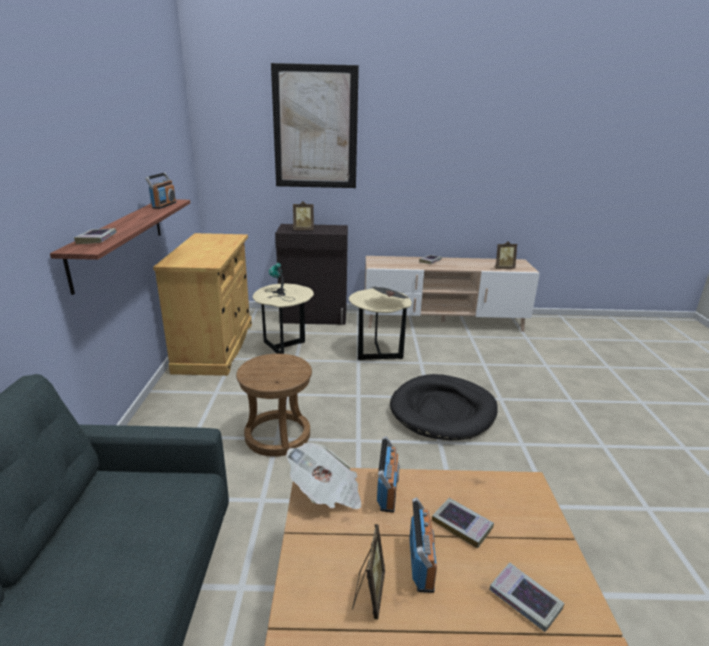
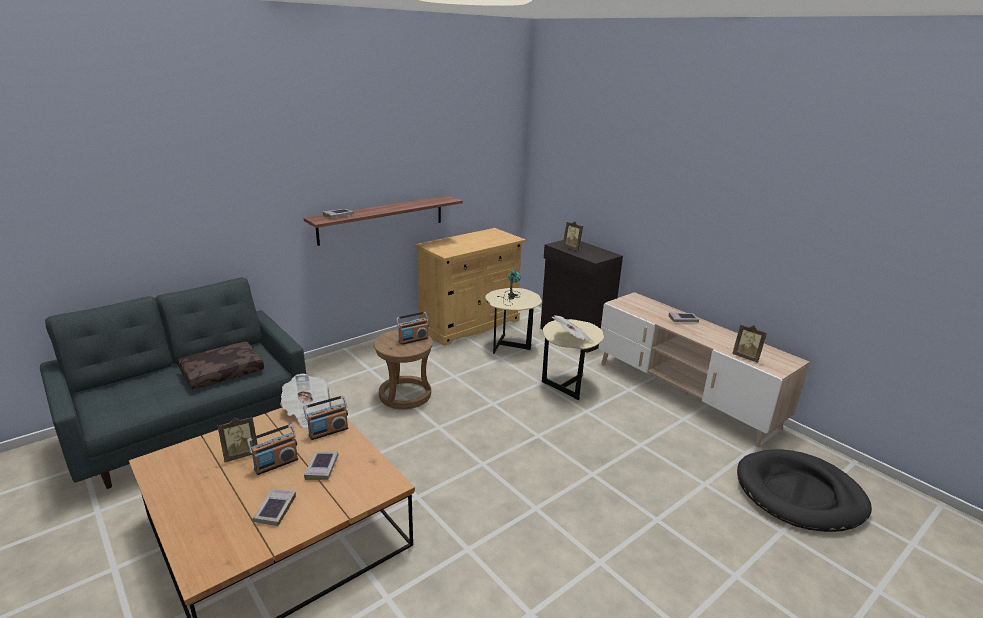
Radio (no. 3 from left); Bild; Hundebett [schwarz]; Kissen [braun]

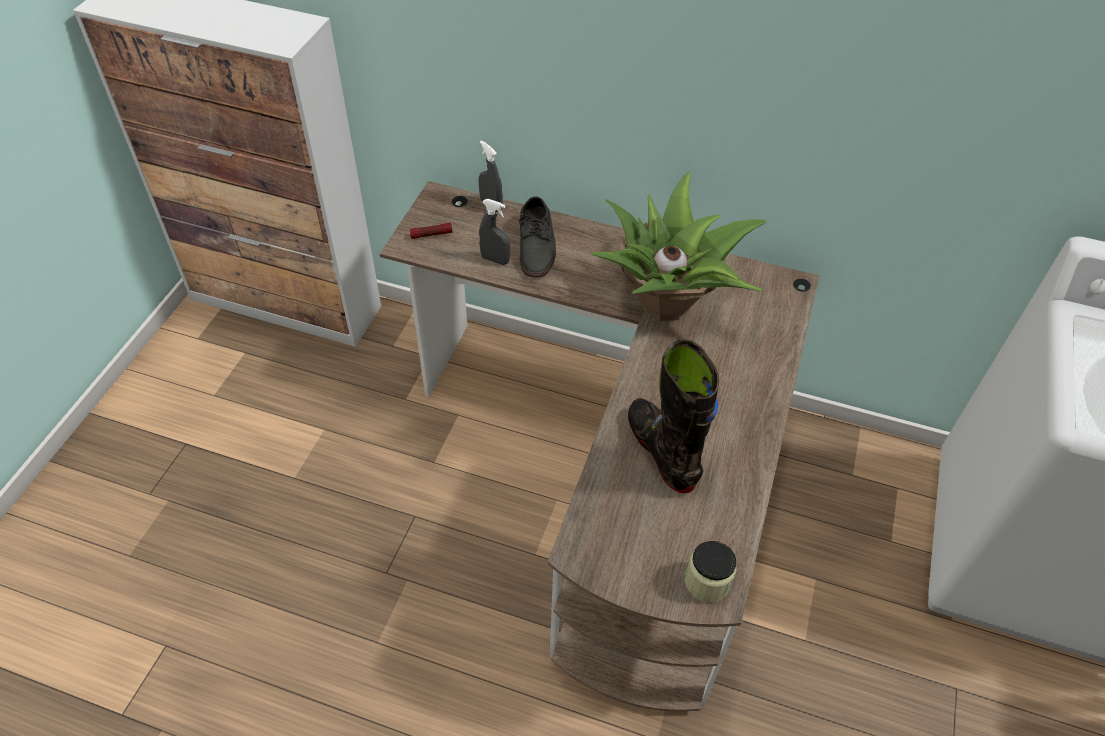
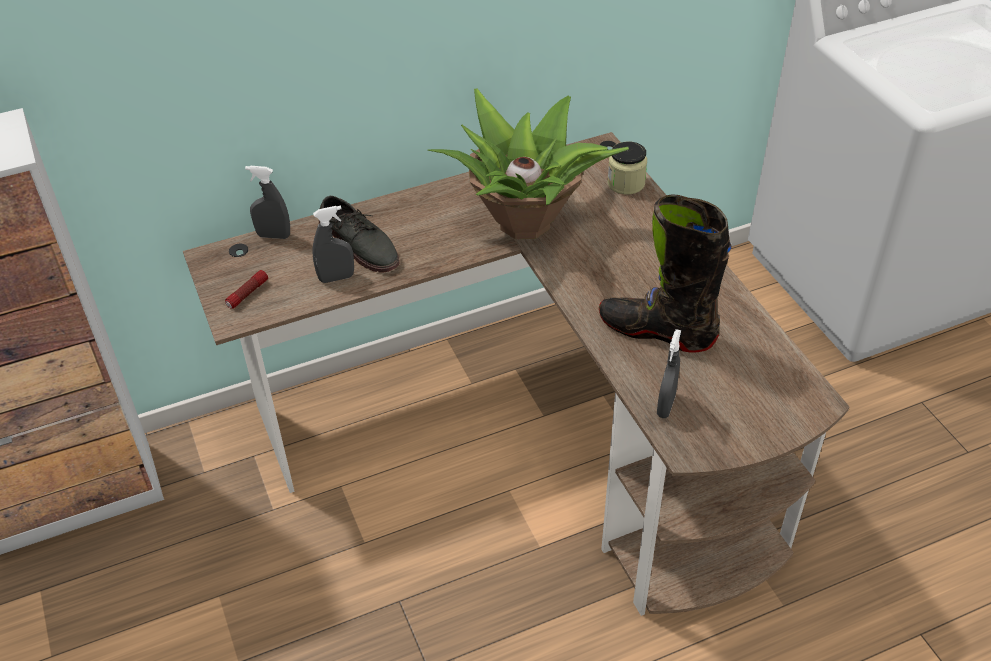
Vorratsglas; Sprühflasche [grau] (no. 3 from left)

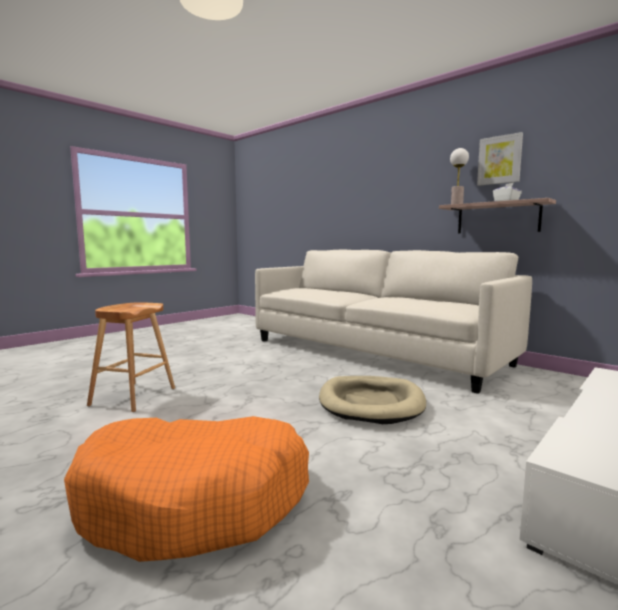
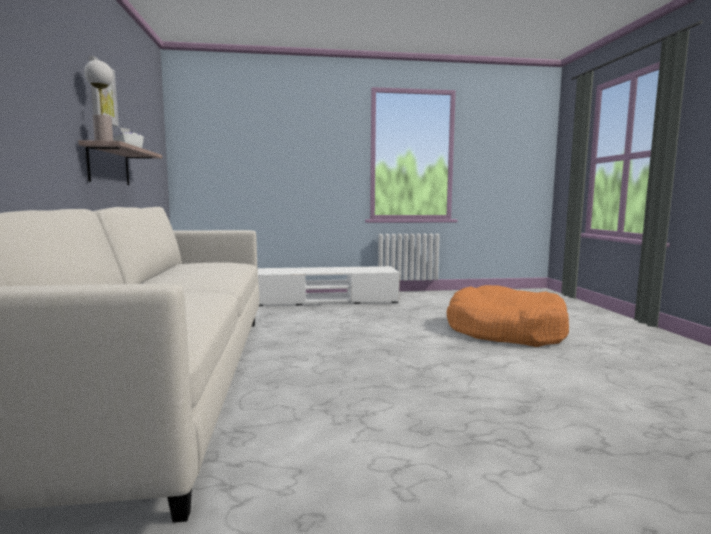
Hocker [braun]; Hundebett [beige]

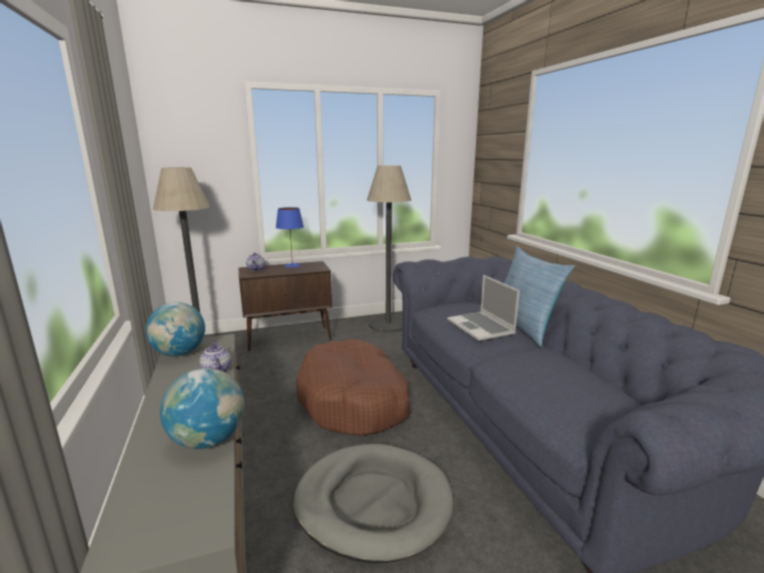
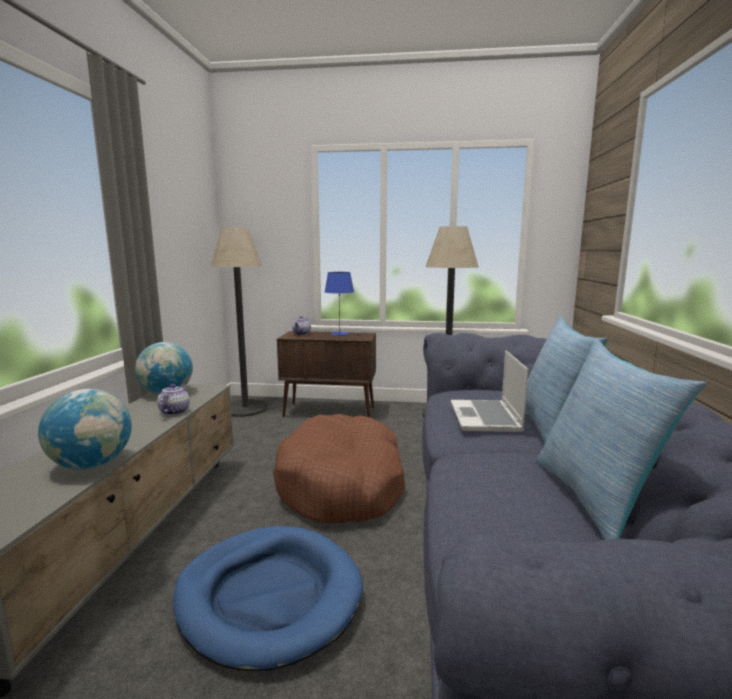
Hundebett [blau]; Kissen (no. 2 from left)

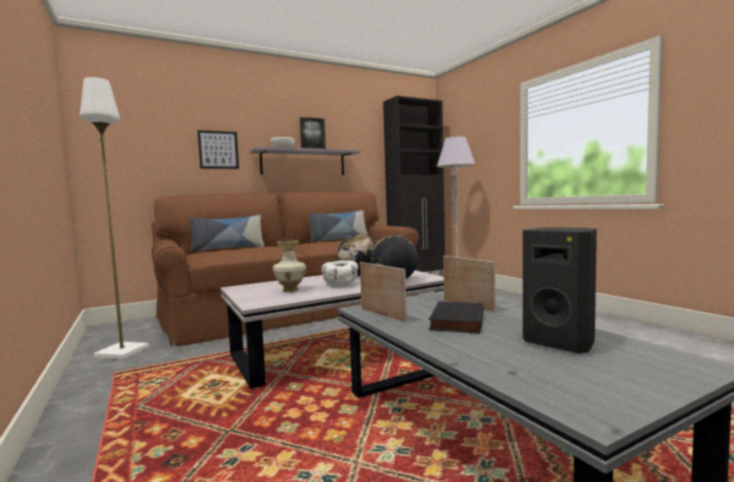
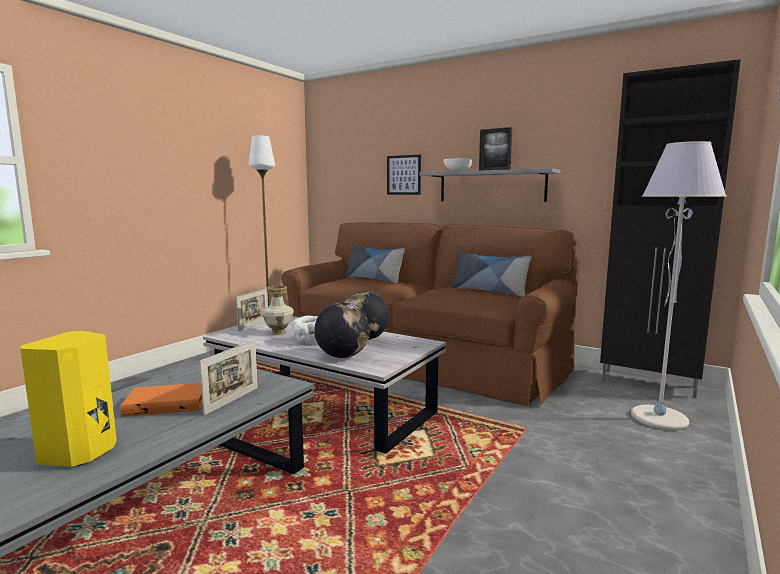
Bilderrahmen (no. 2 from left); Buch [orange]; Lautsprecher [gelb]

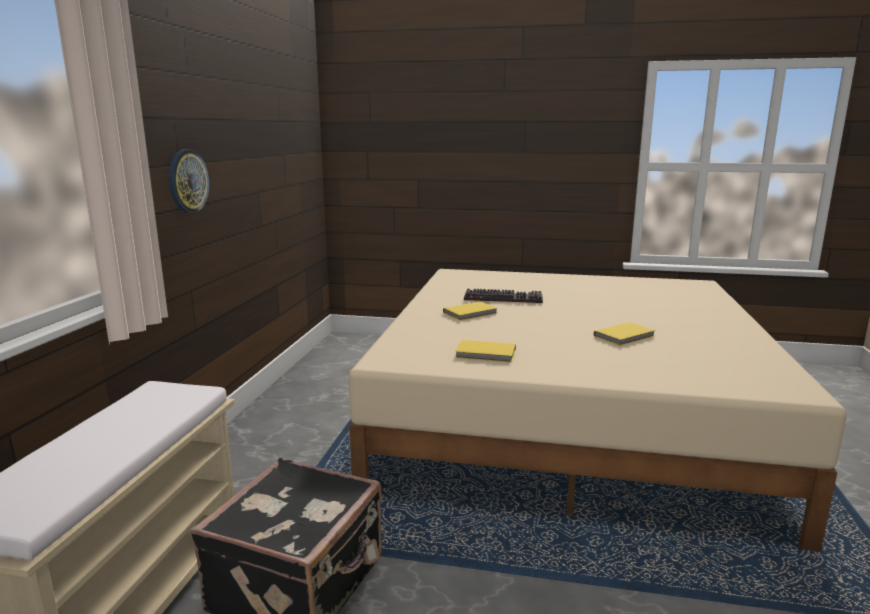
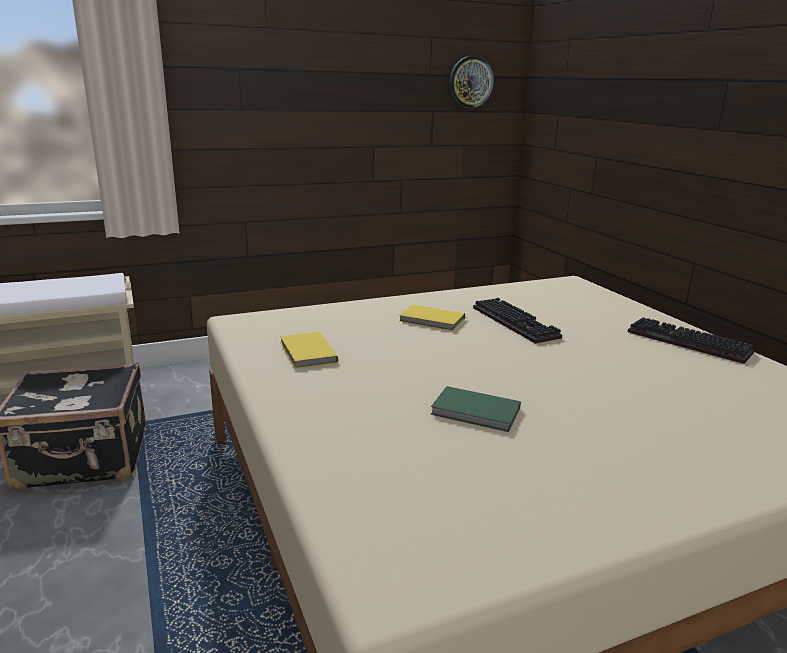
Wanduhr; Buch [grün]; Tastatur (no. 2 from left)

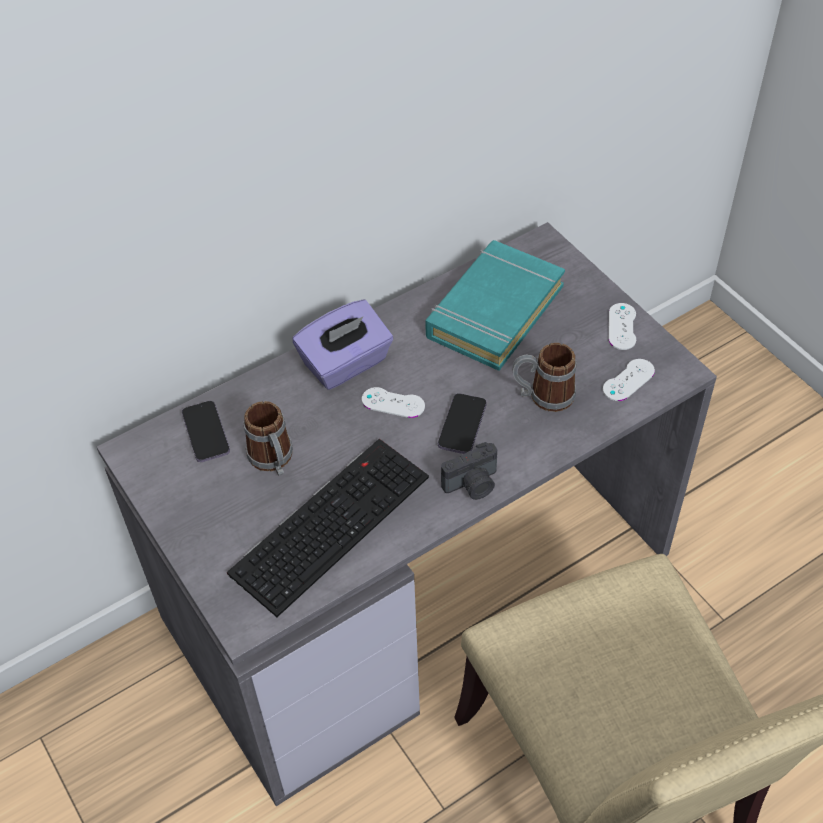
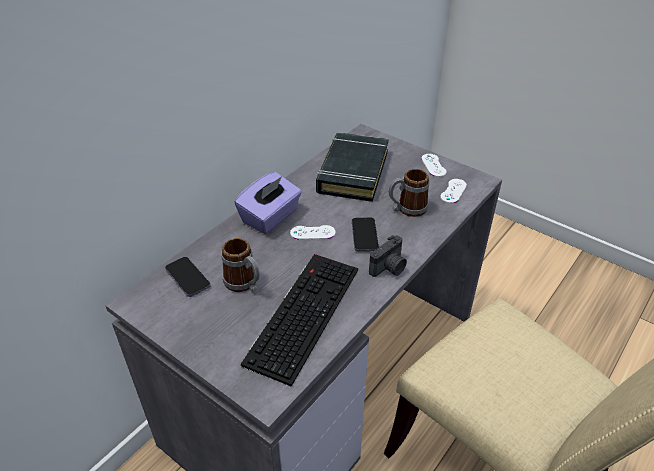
Buch [schwarz]

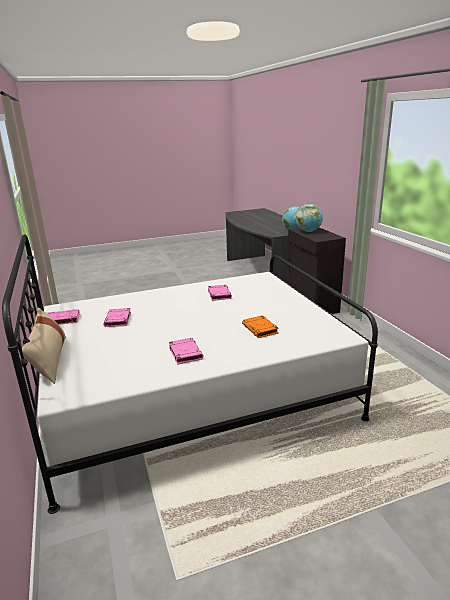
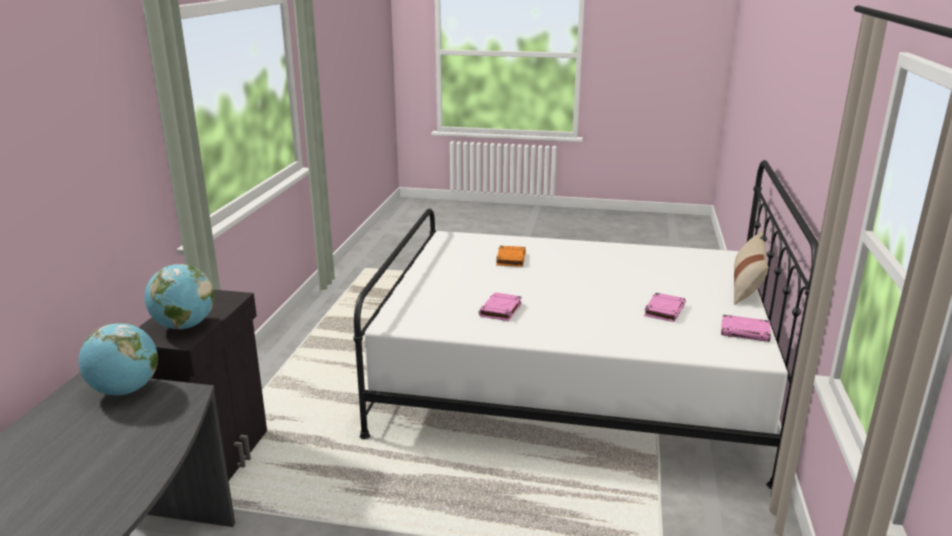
Buch [rosa] (no. 3 from left in the first image)

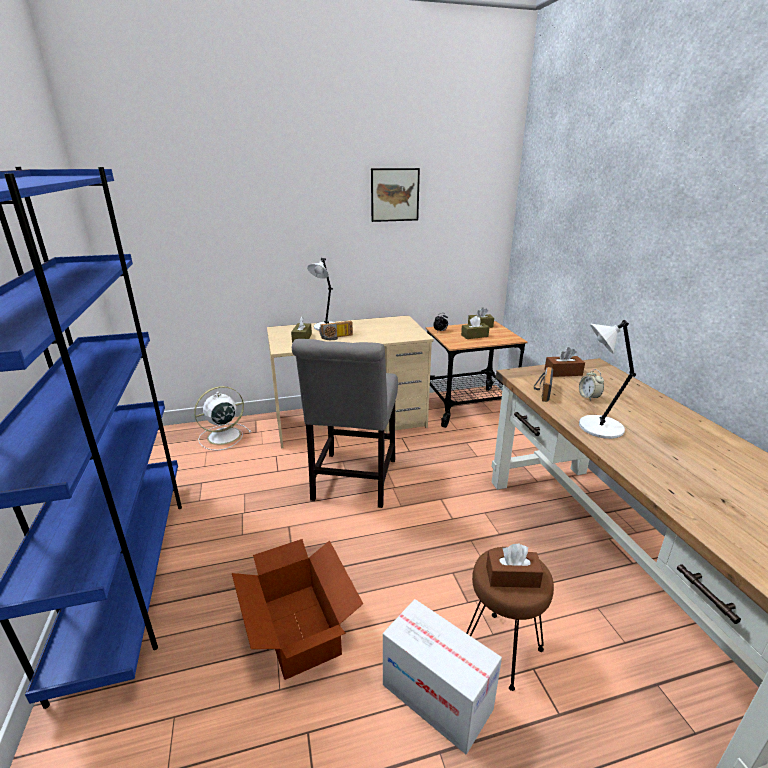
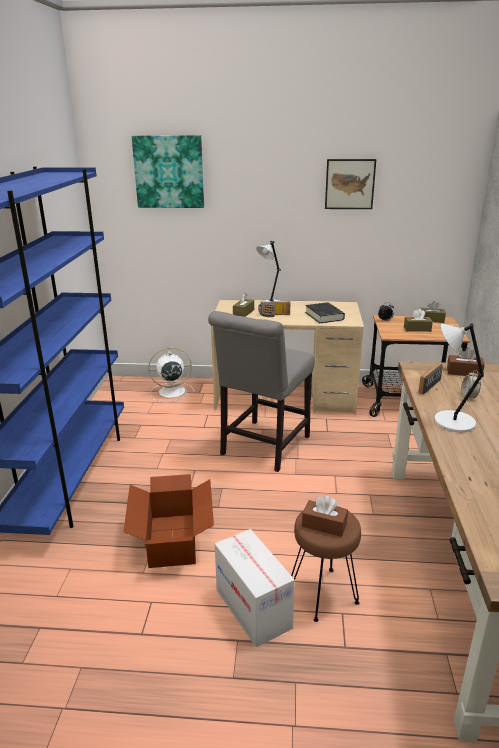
Bild (no. 1 from left); Buch [schwarz]

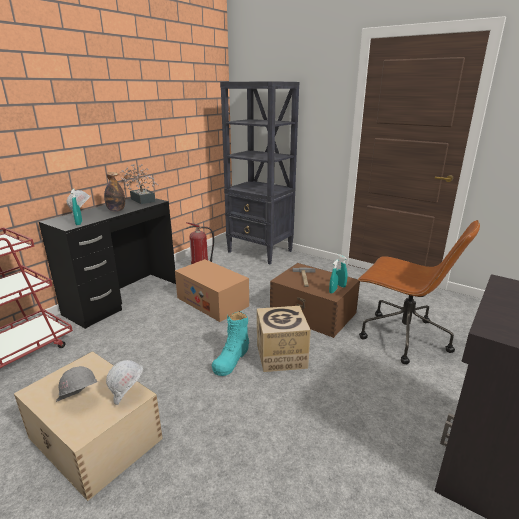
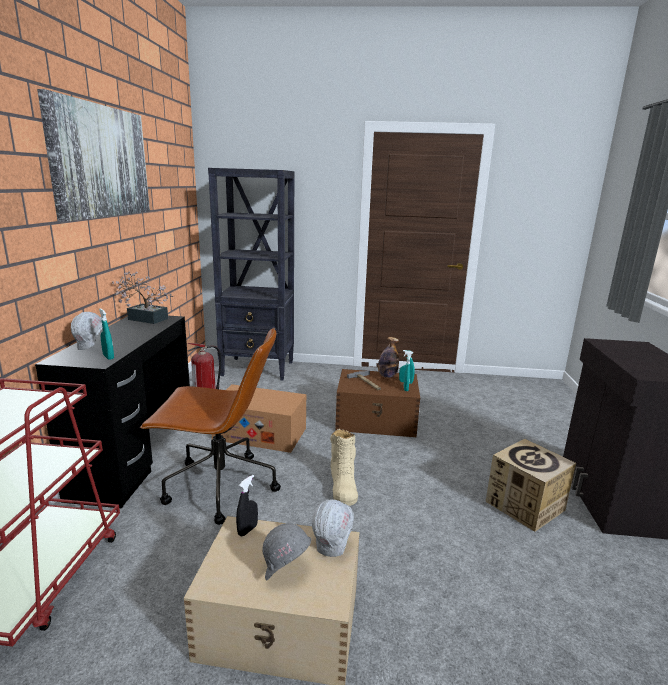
Flasche; Stiefel [beige]; Karton (no. 2 from left); Bürostuhl [braun]; Bild; Sprühflasche [schwarz]

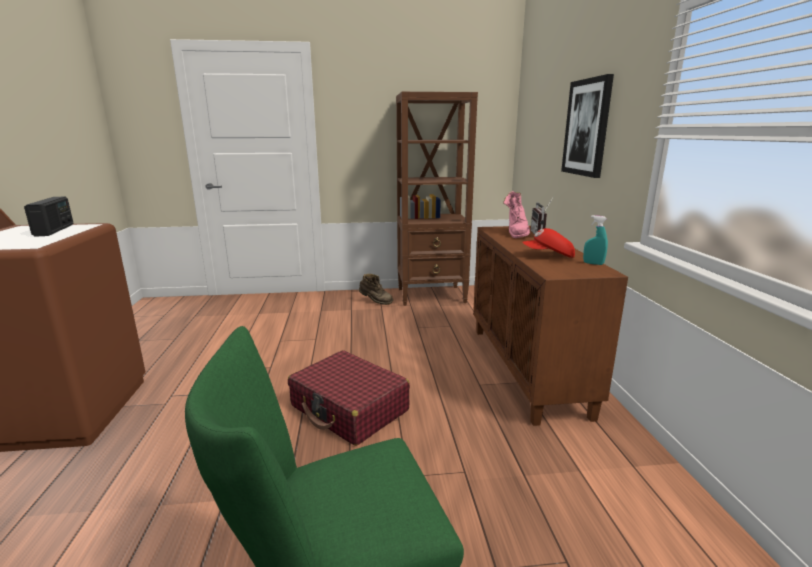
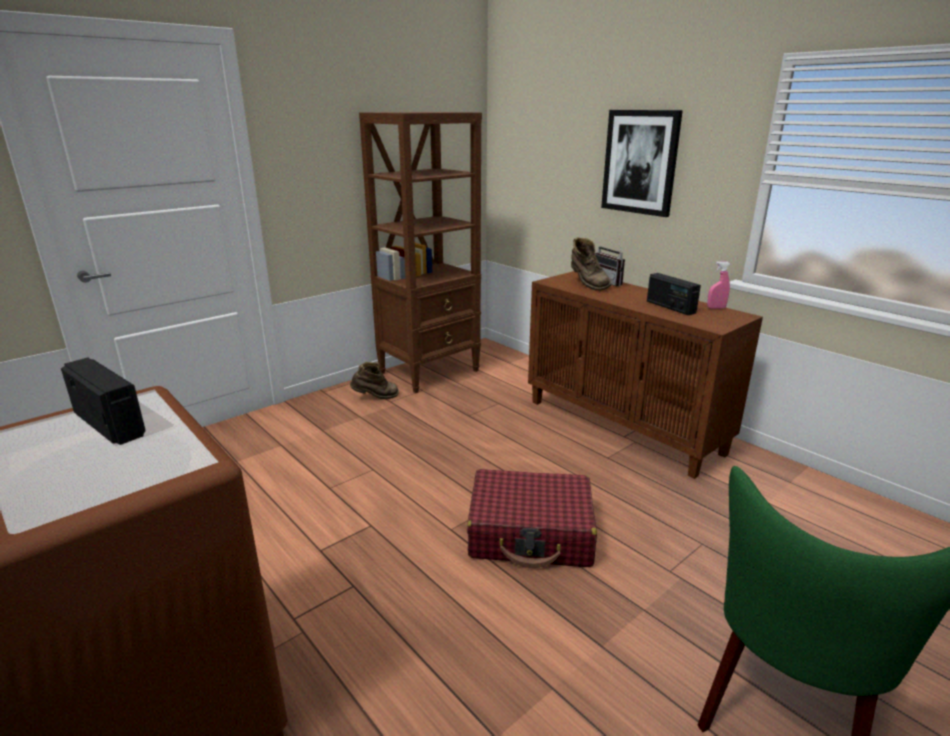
Stiefel [braun] (no. 2 from left); Radio (no. 3 from left); Sprühflasche [rosa]

